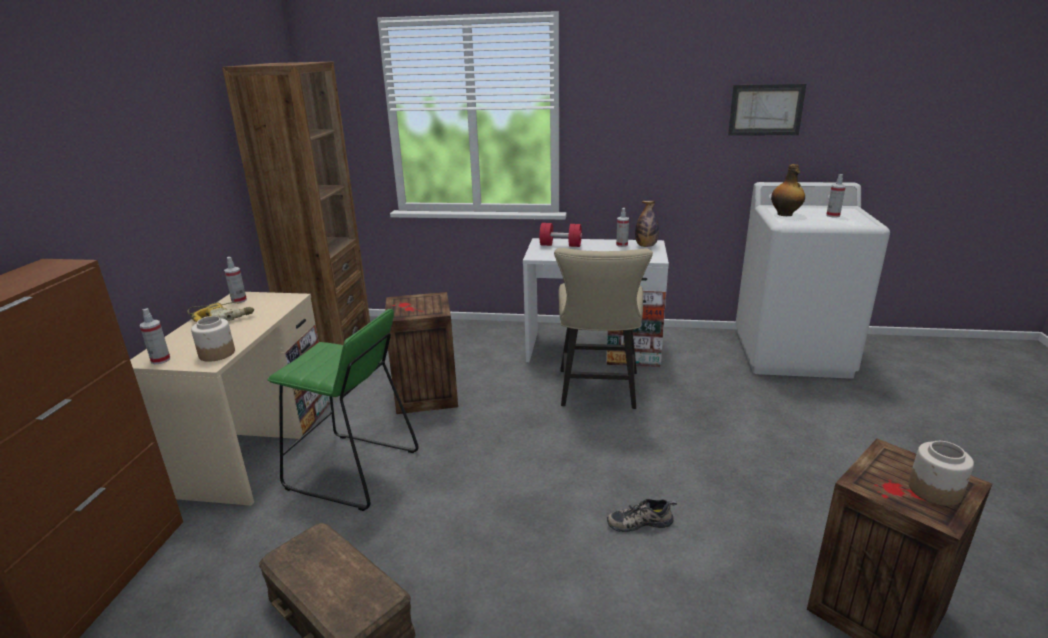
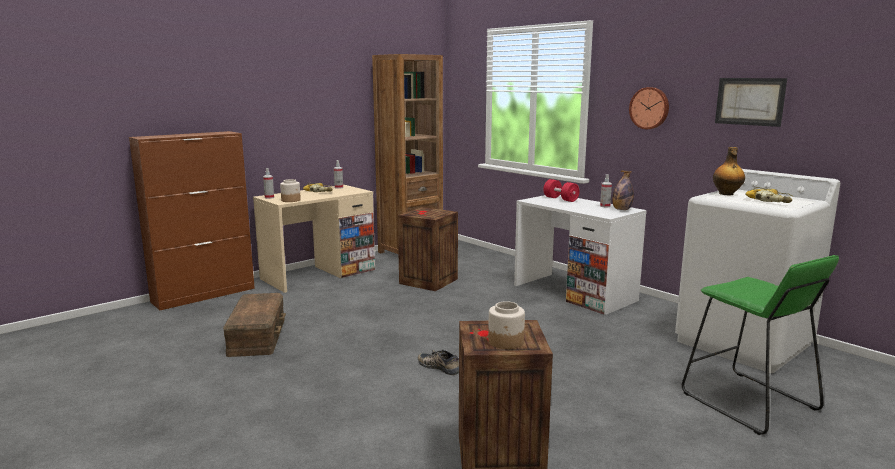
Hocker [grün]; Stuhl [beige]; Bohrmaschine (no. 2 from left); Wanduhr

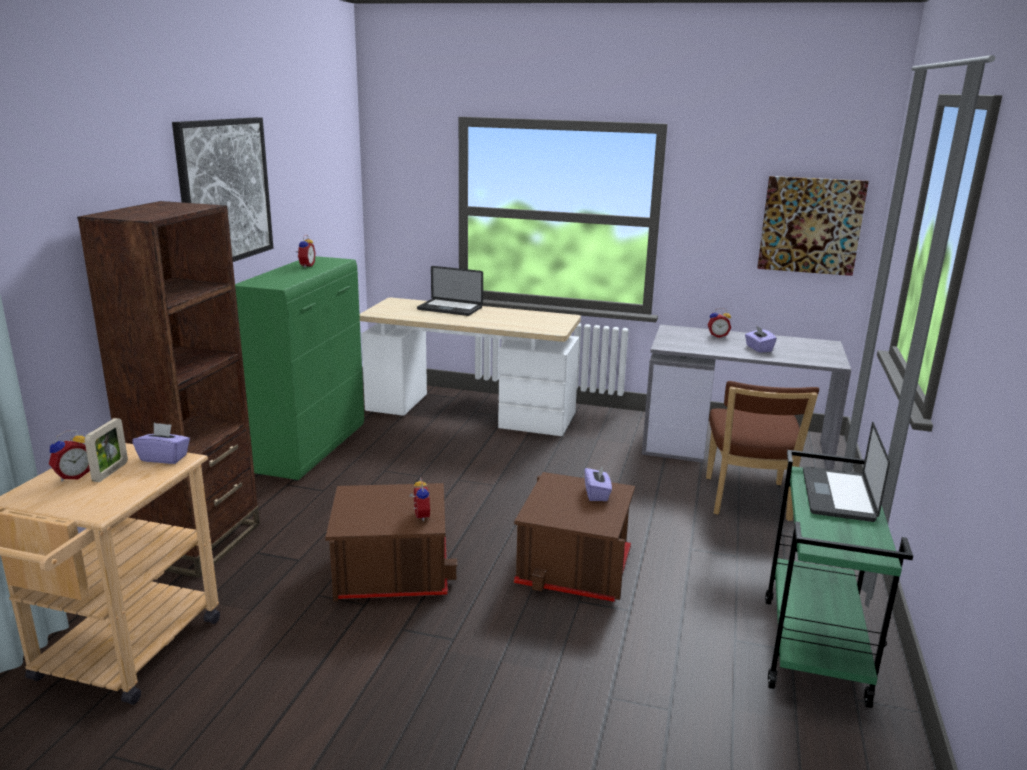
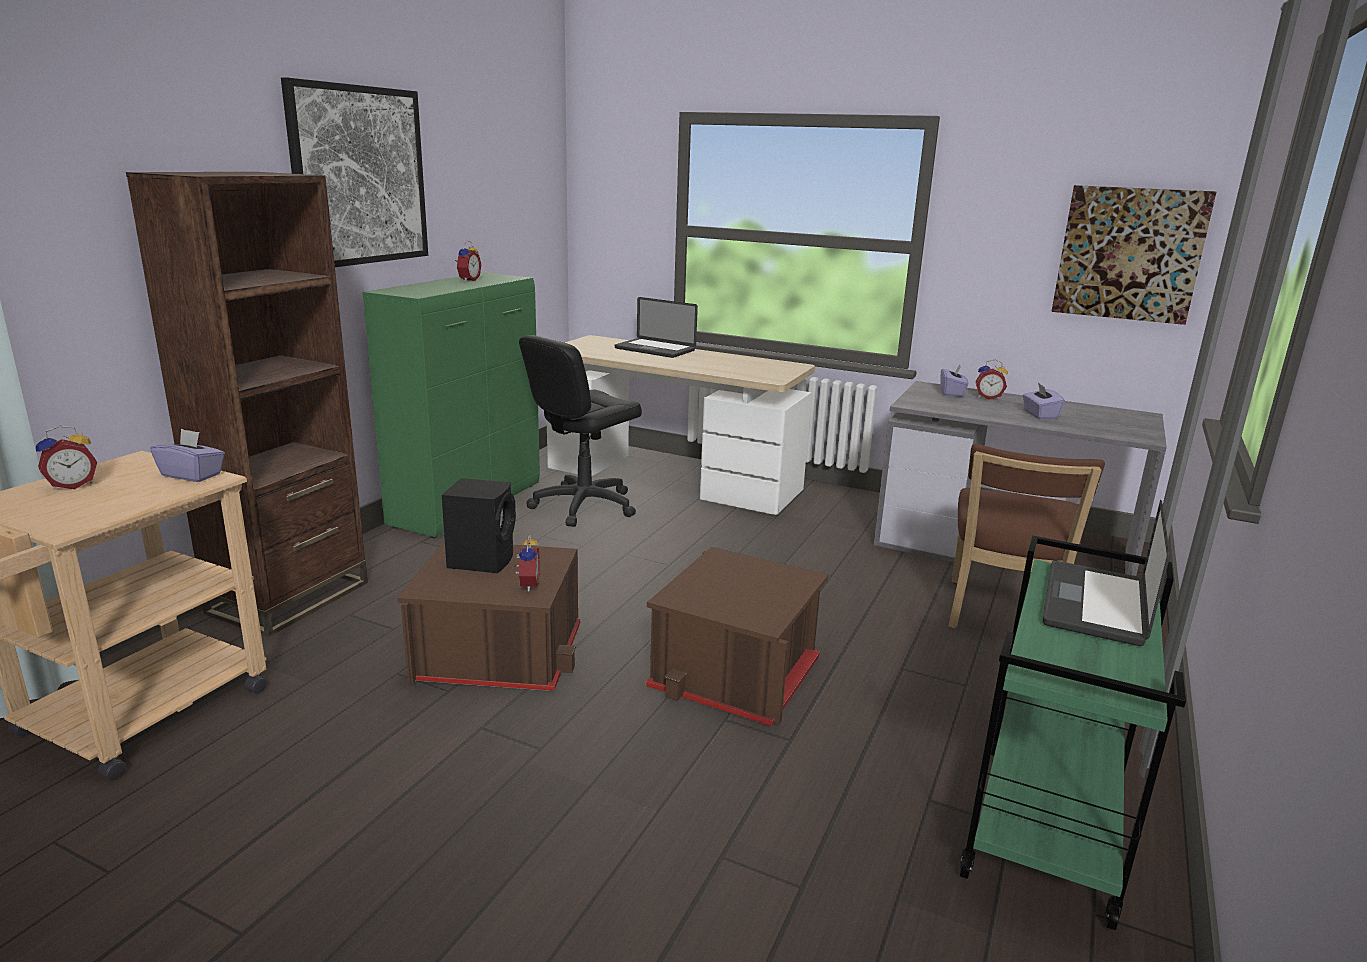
Bilderrahmen; Taschentuchbox [lila] (no. 2 from left); Lautsprecher [schwarz]; Bürostuhl [schwarz]

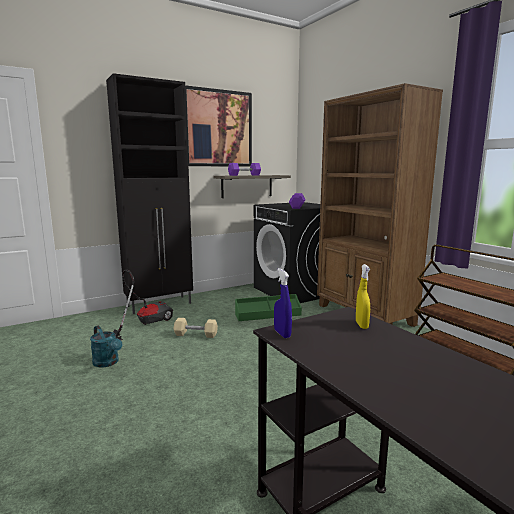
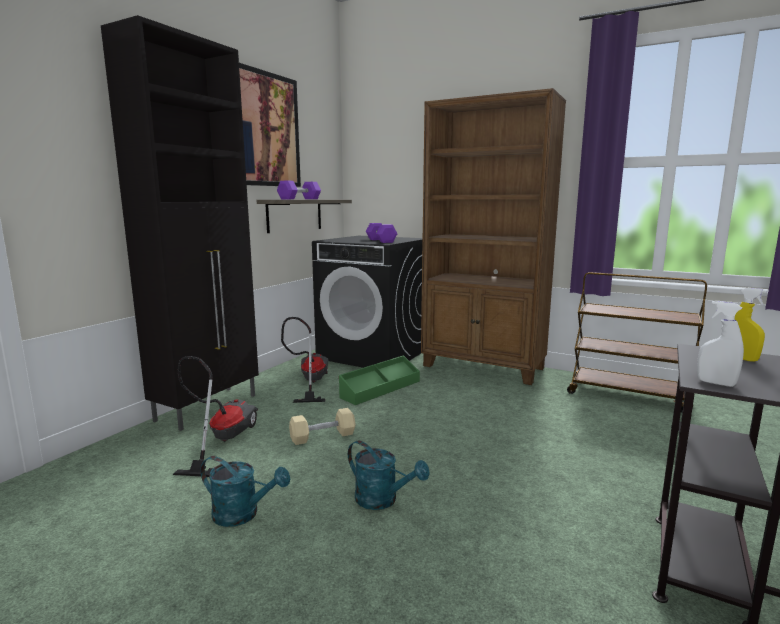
Sprühflasche [weiß]; Staubsauger (no. 2 from left); Gießkanne [türkis] (no. 2 from left)

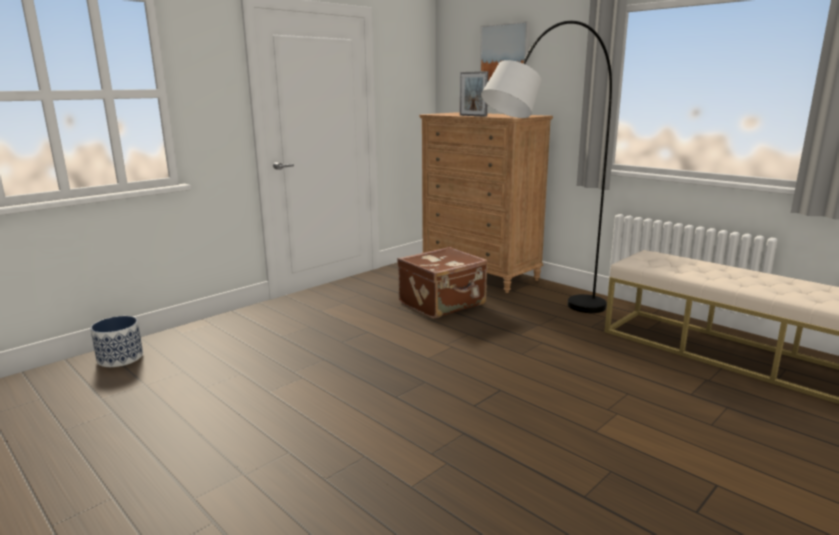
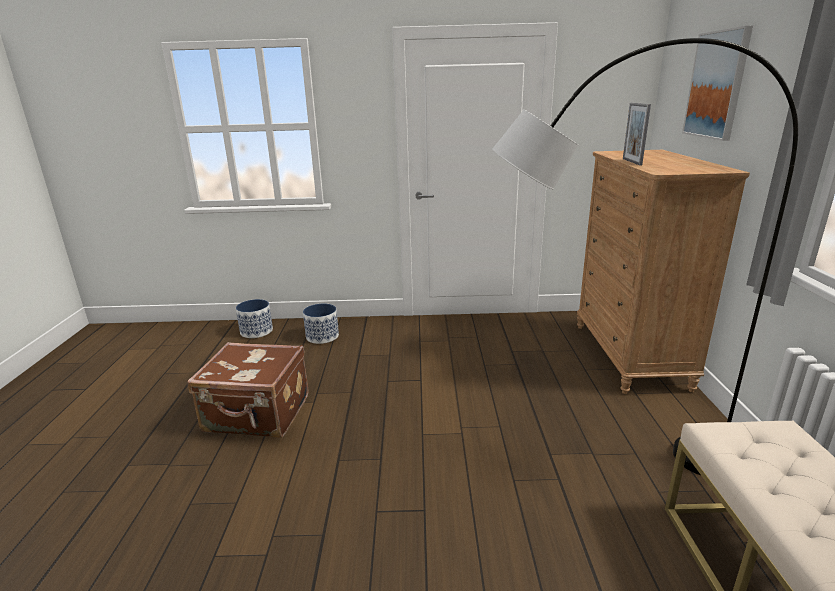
Koffer [braun]; Pflanzkübel (no. 2 from left)

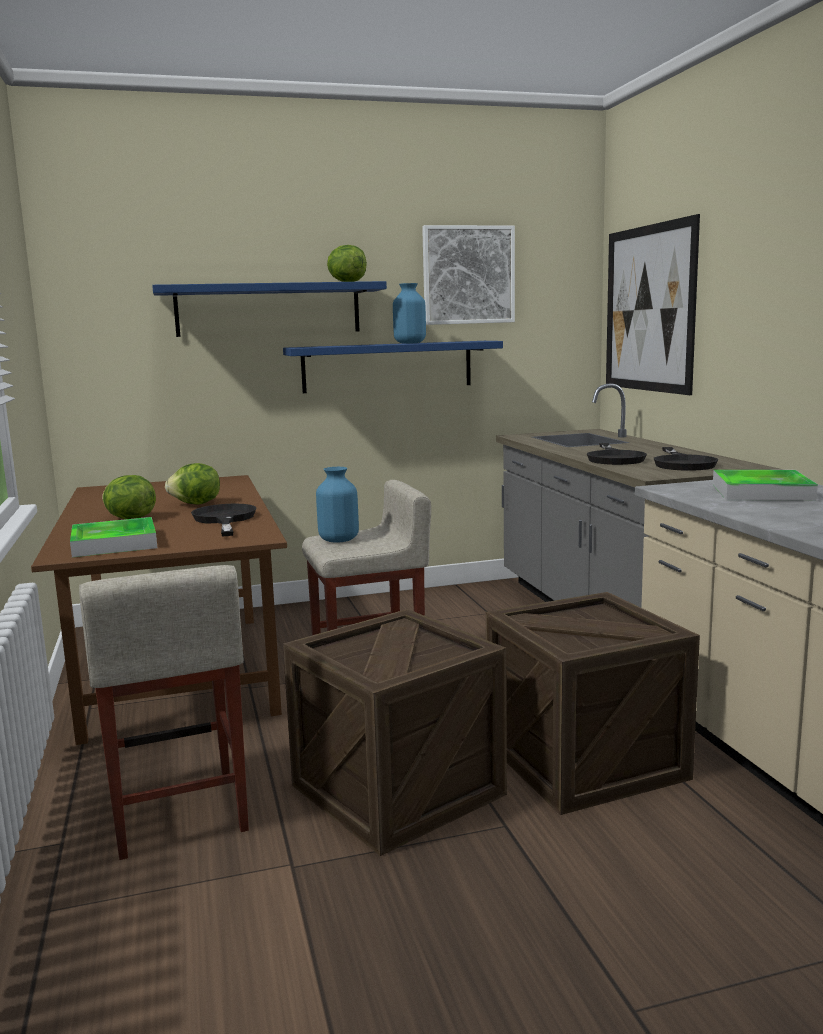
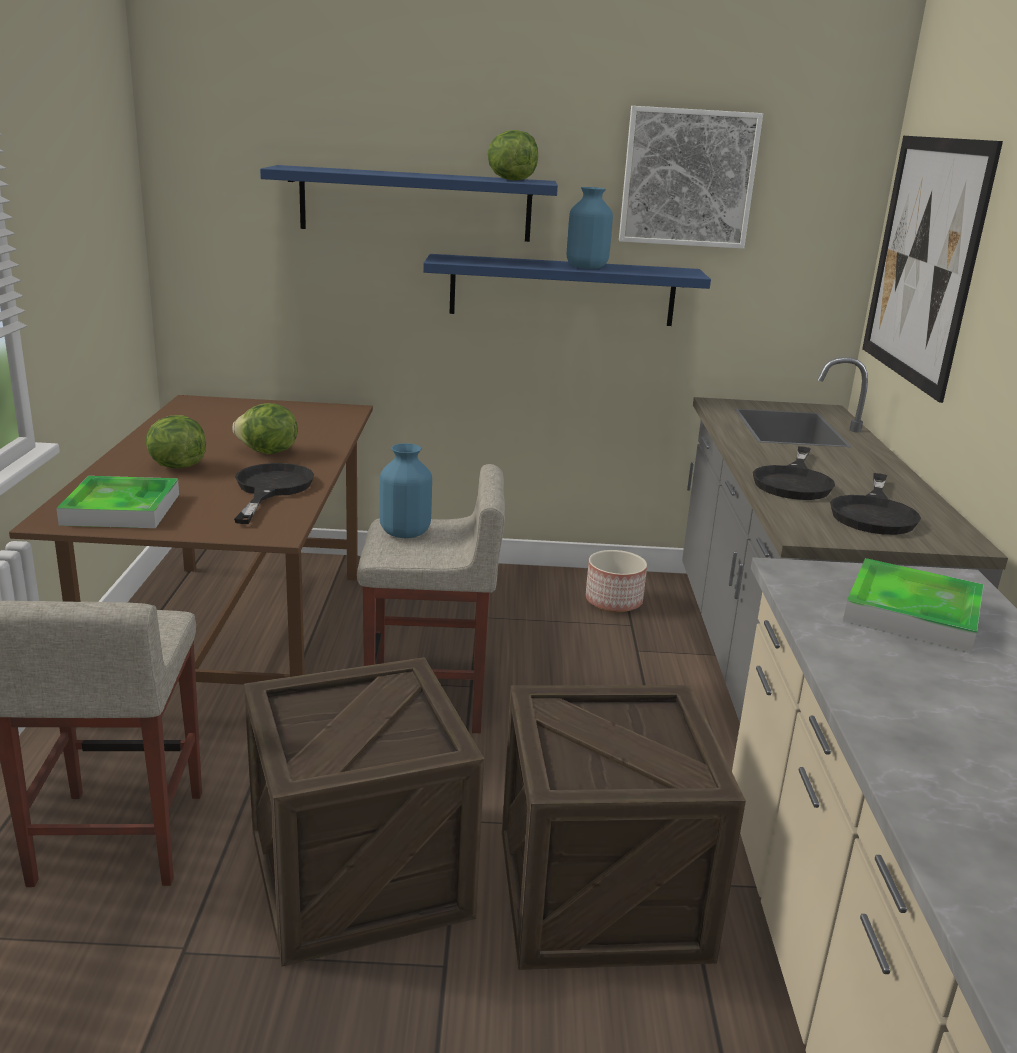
Pflanzkübel

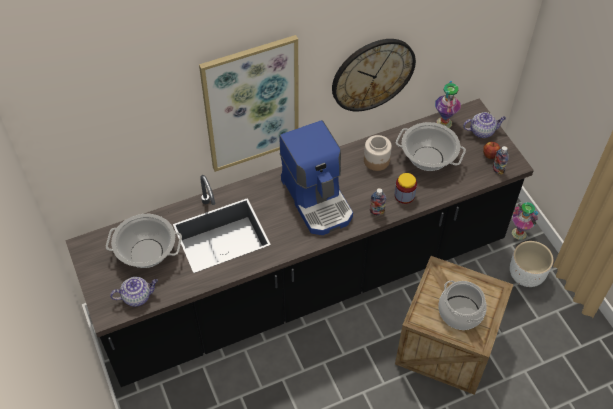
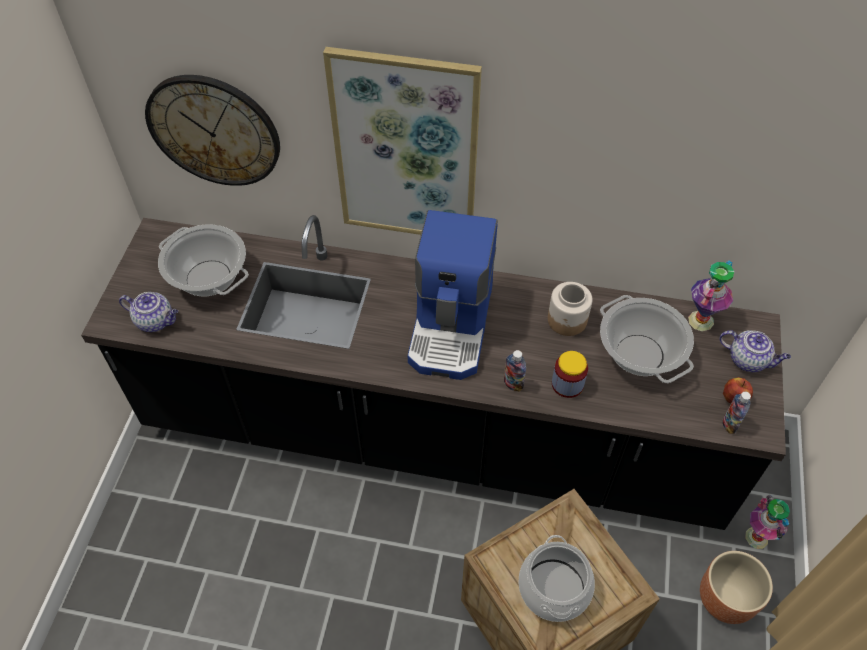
Wanduhr; Pflanzkübel [braun]

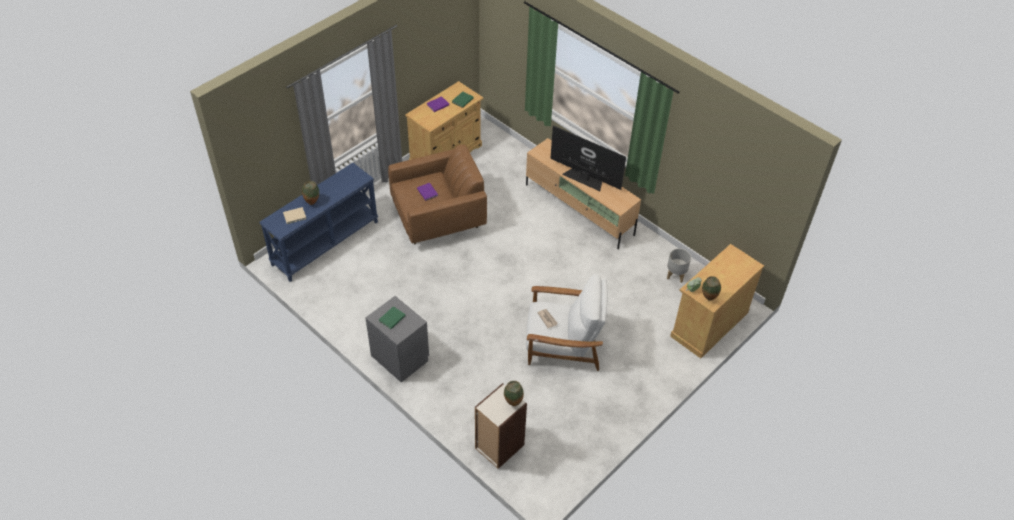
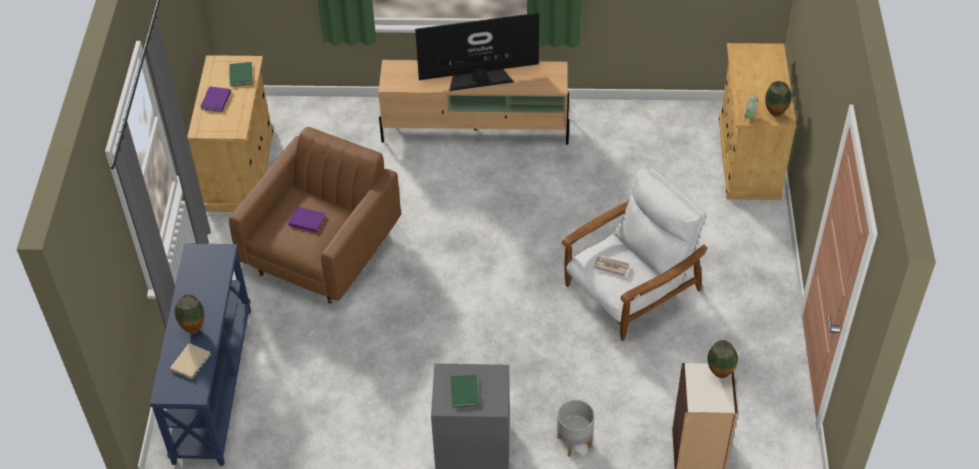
Pflanzkübel [grau]

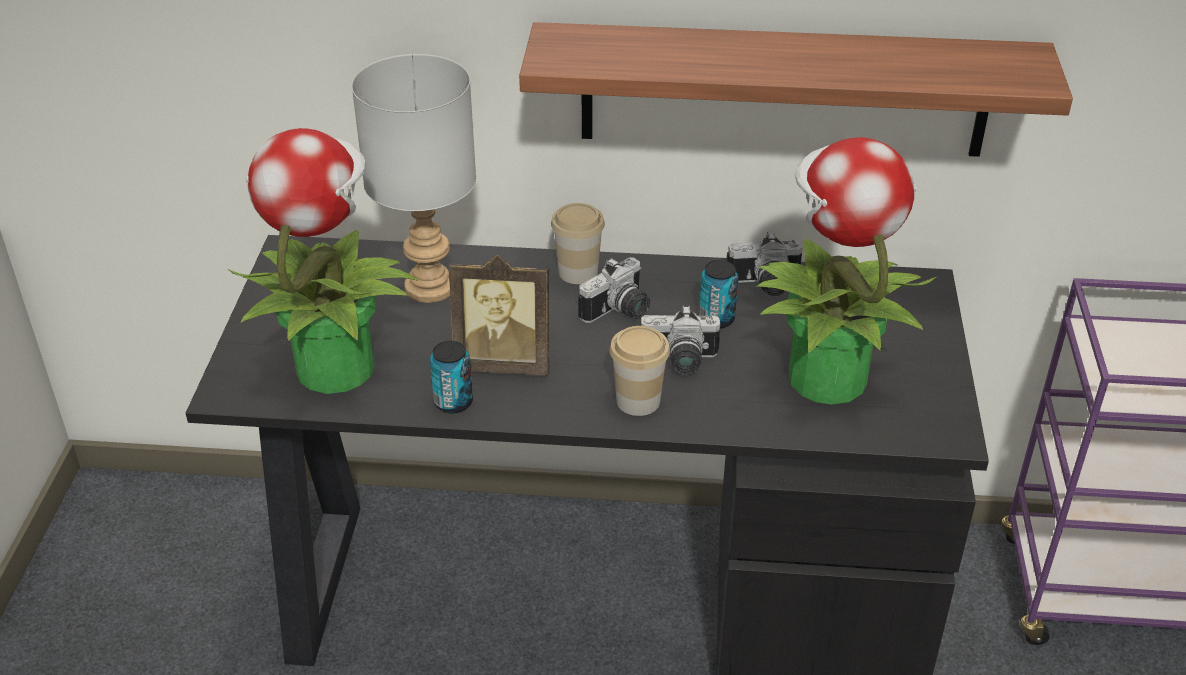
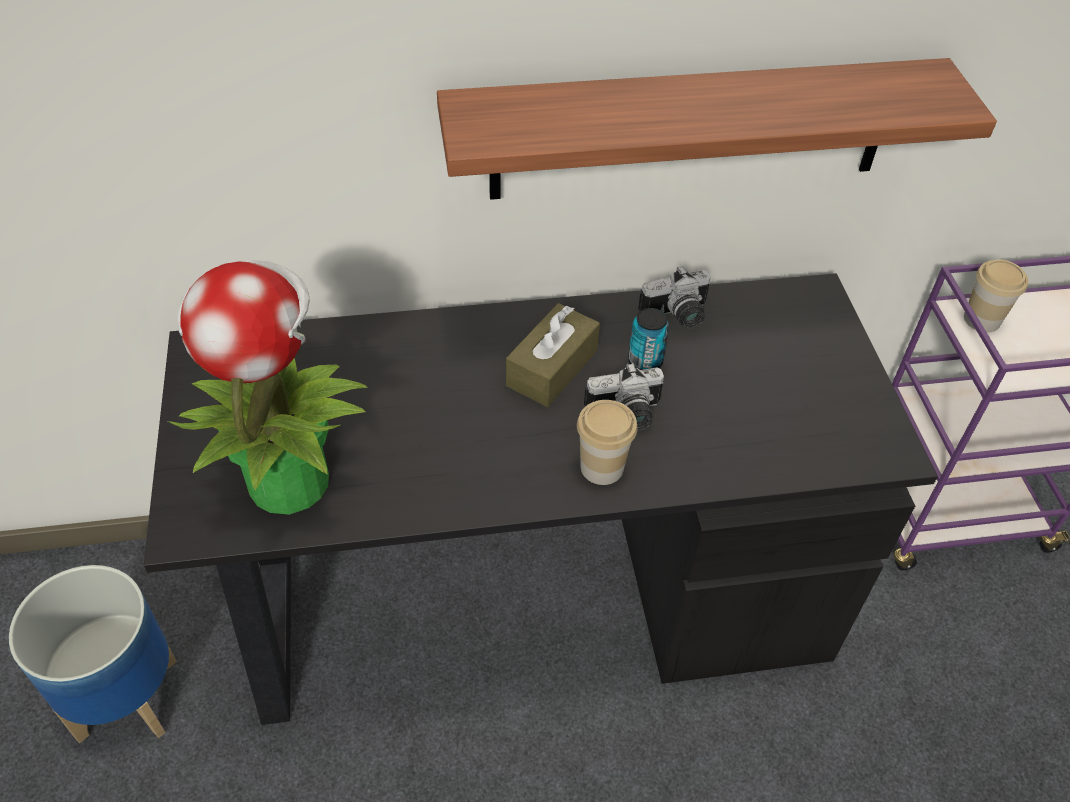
Tischlampe [grau]; Dose (no. 1 from left in the first image); Bilderrahmen; Tasse (no. 2 from left); Taschentuchbox [braun]; Topfpflanze (no. 2 from left in the first image); Pflanzkübel

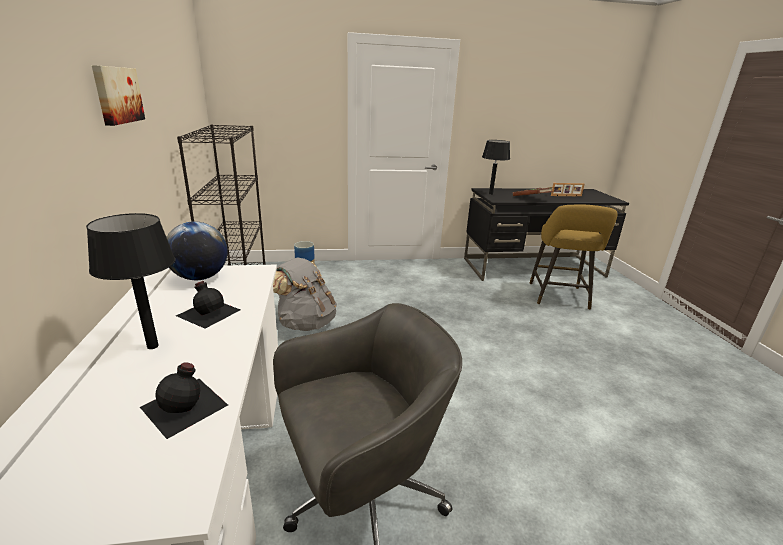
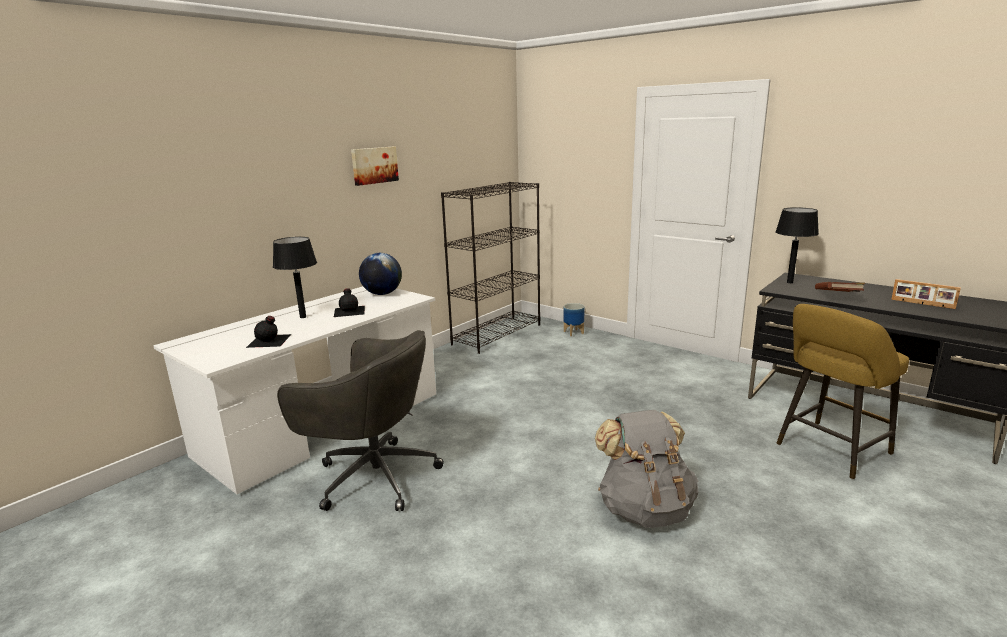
Rucksack [grau]

